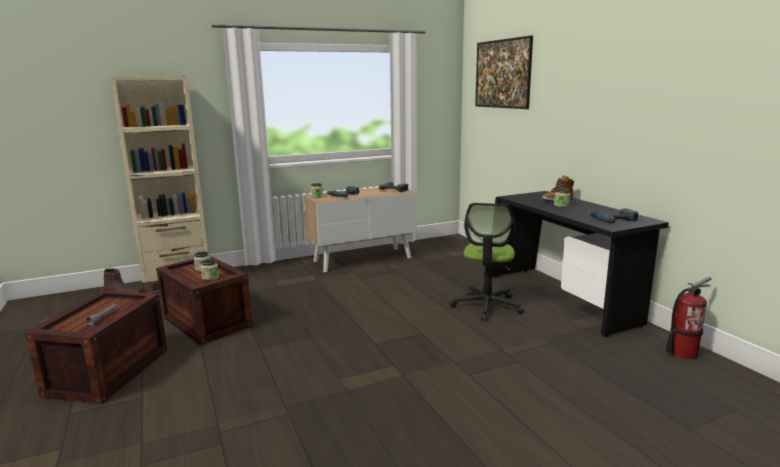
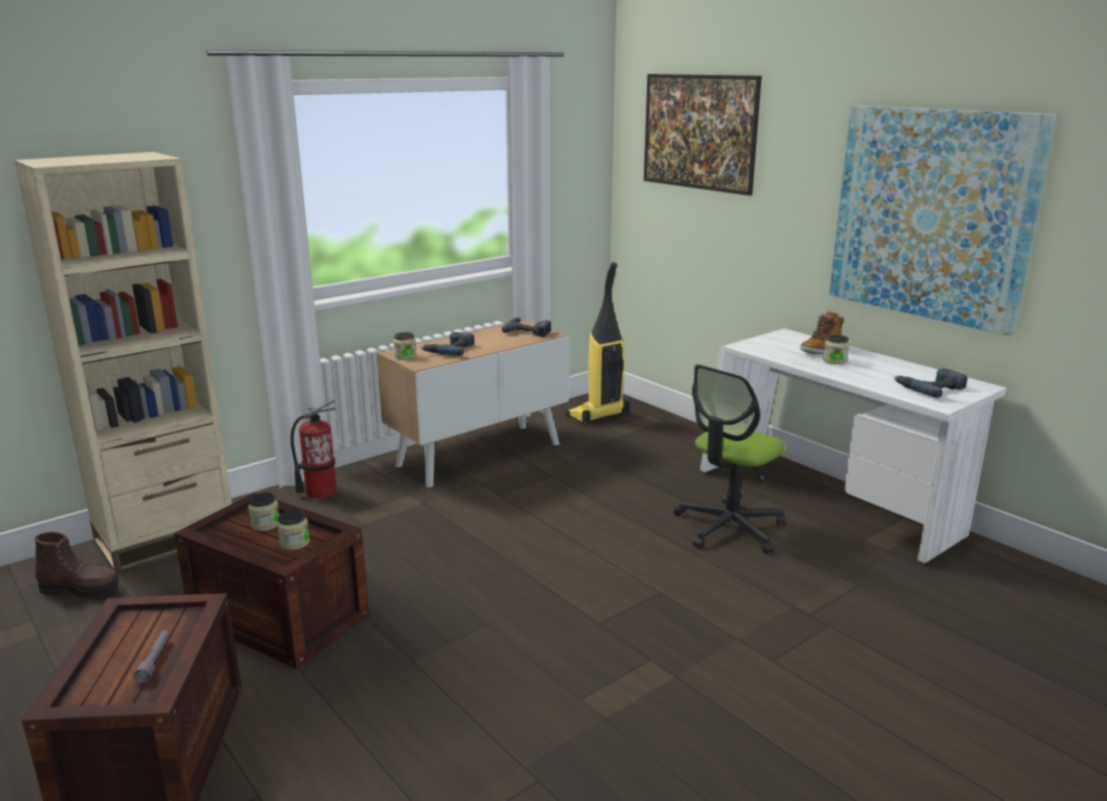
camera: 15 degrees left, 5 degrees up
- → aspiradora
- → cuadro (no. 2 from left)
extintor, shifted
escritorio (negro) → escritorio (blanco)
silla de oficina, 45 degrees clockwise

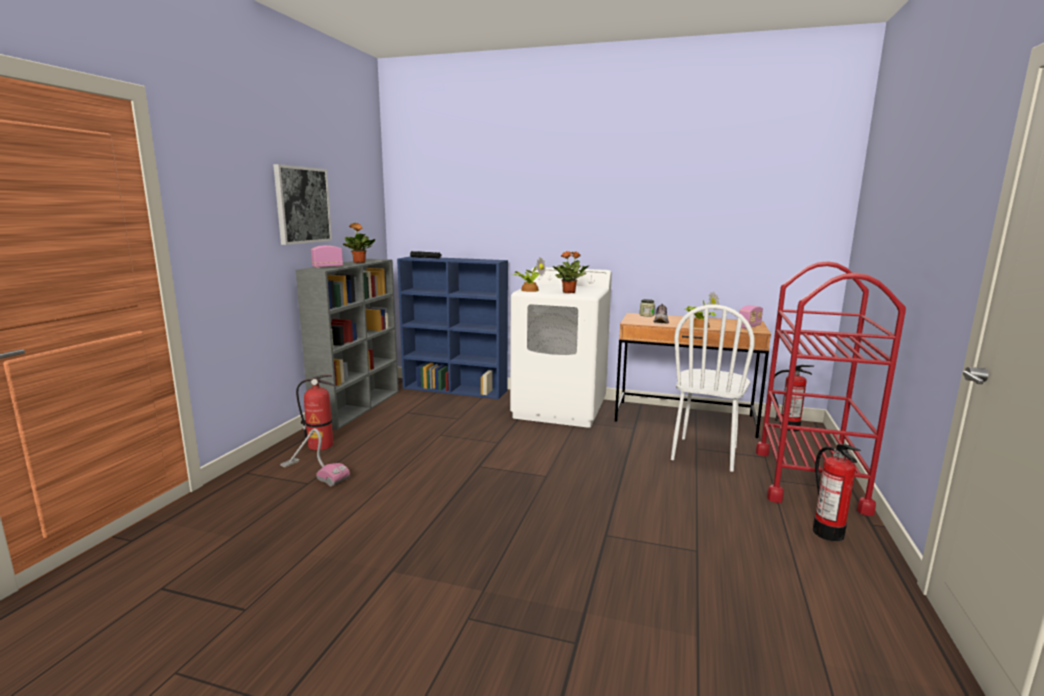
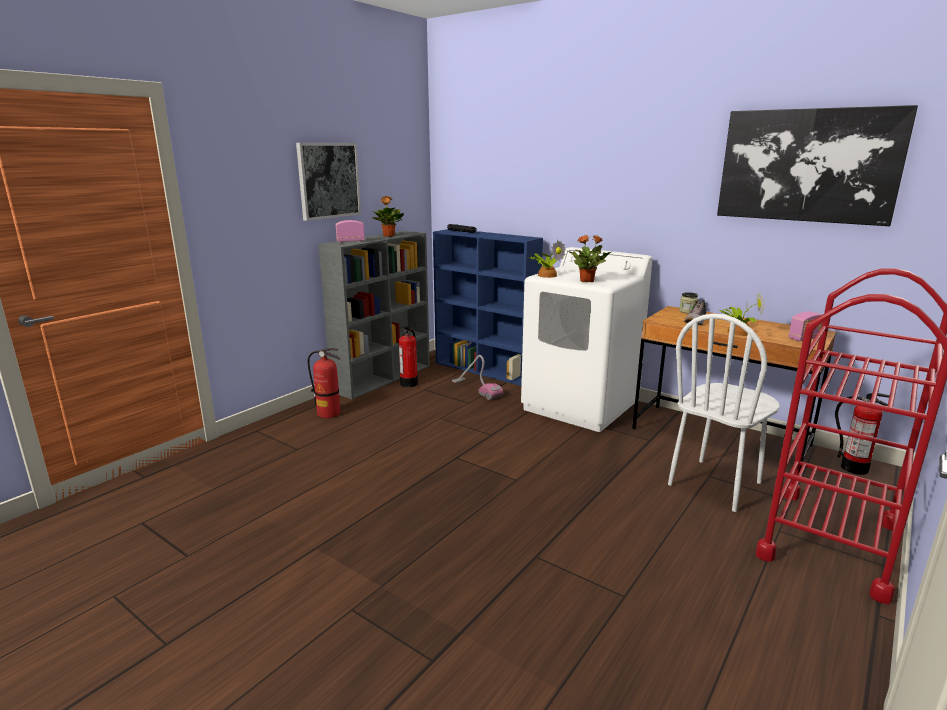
camera: 20 degrees right, 5 degrees up
- → cuadro (no. 2 from left)
aspiradora, shifted
extintor (no. 3 from left in the first image) → extintor (no. 2 from left), shifted

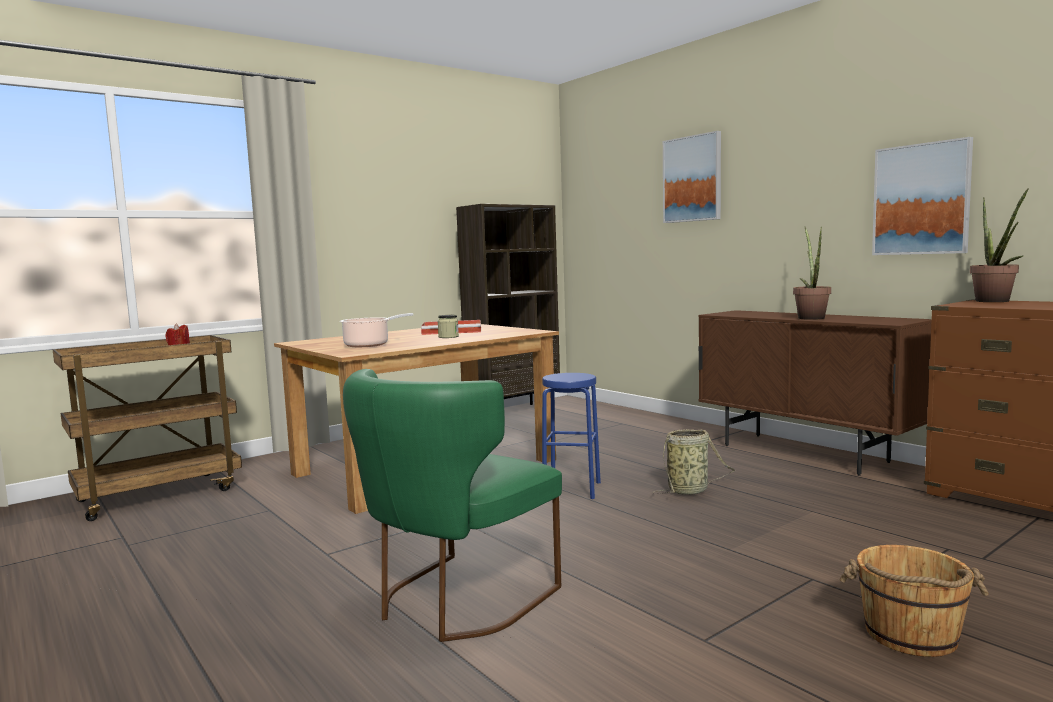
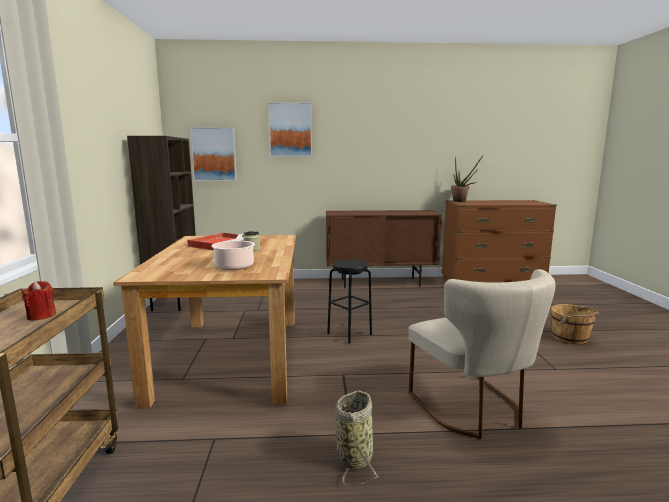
camera: 55 degrees left, 5 degrees up
planta en maceta (no. 1 from left) → -
cesta, shifted
cuadro (no. 2 from left in the first image) → cuadro (no. 1 from left), shifted
silla (verde) → silla (beis)
taburete (azul) → taburete (negro)

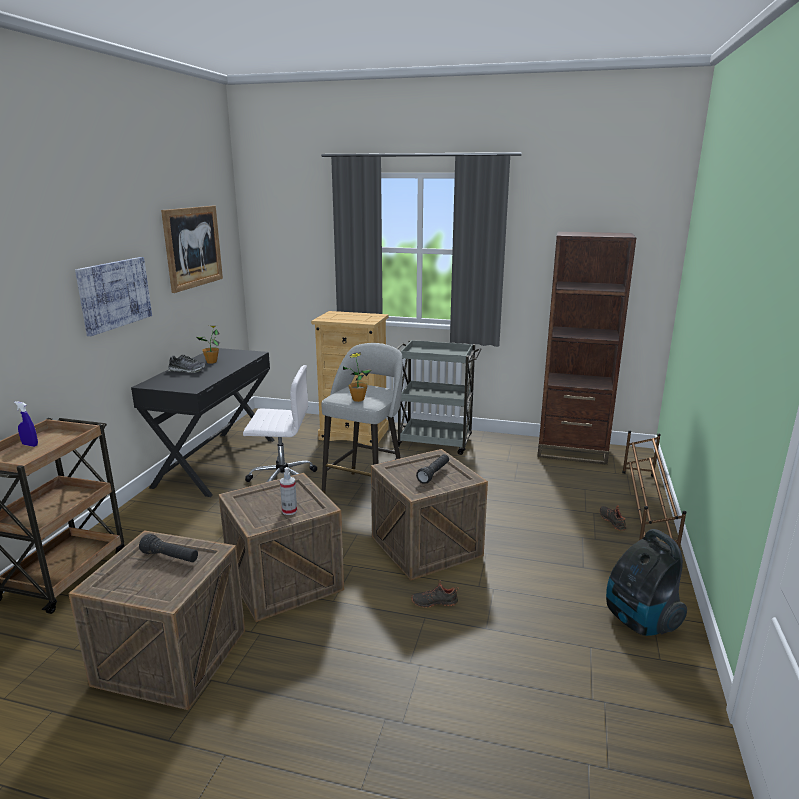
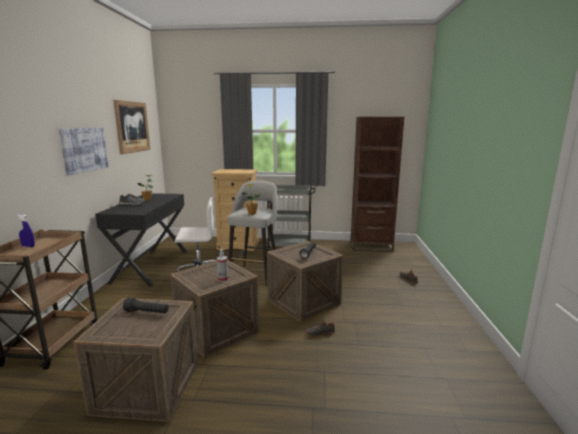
camera: 10 degrees left, 5 degrees down
aspiradora → -
zapatero (marrón) → -

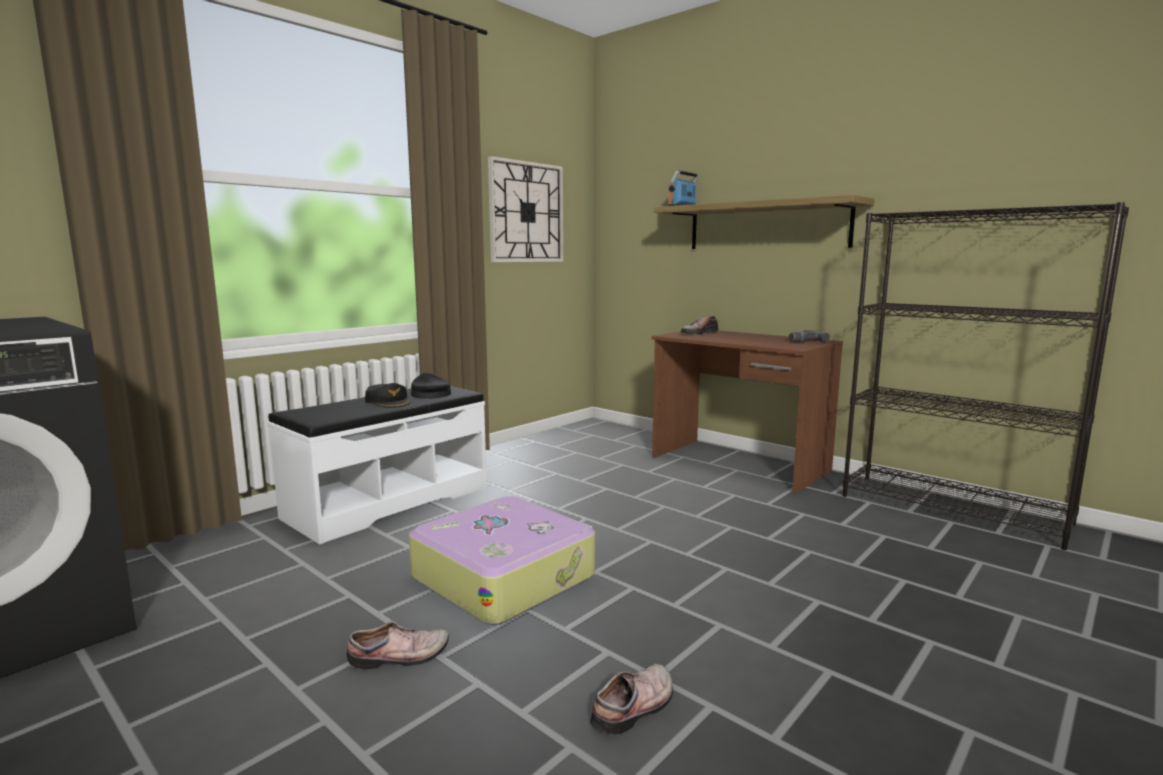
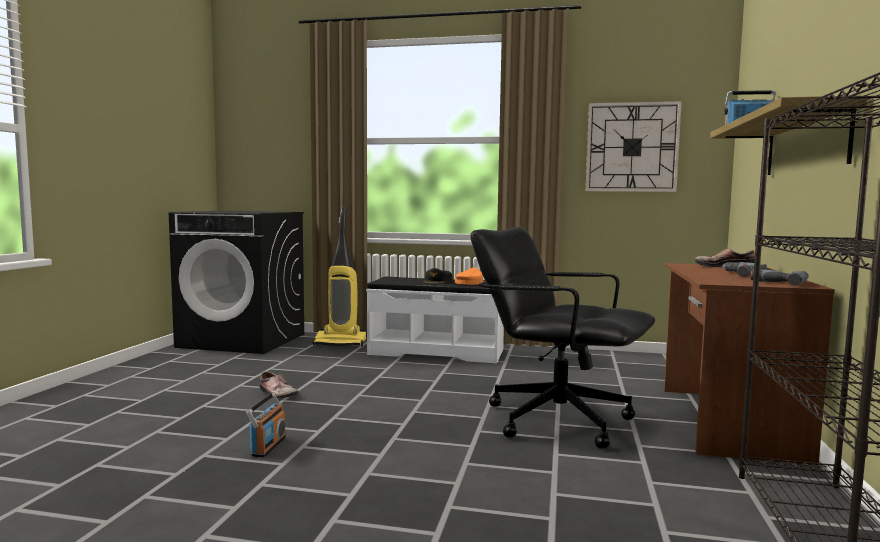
camera: 60 degrees right, 5 degrees down
maleta → -
- → aspiradora
- → silla de oficina (negro)
- → taladro (no. 1 from left)
zapato (no. 2 from left) → radio (no. 1 from left)
gorra (negro) (no. 2 from left) → gorra (naranja)

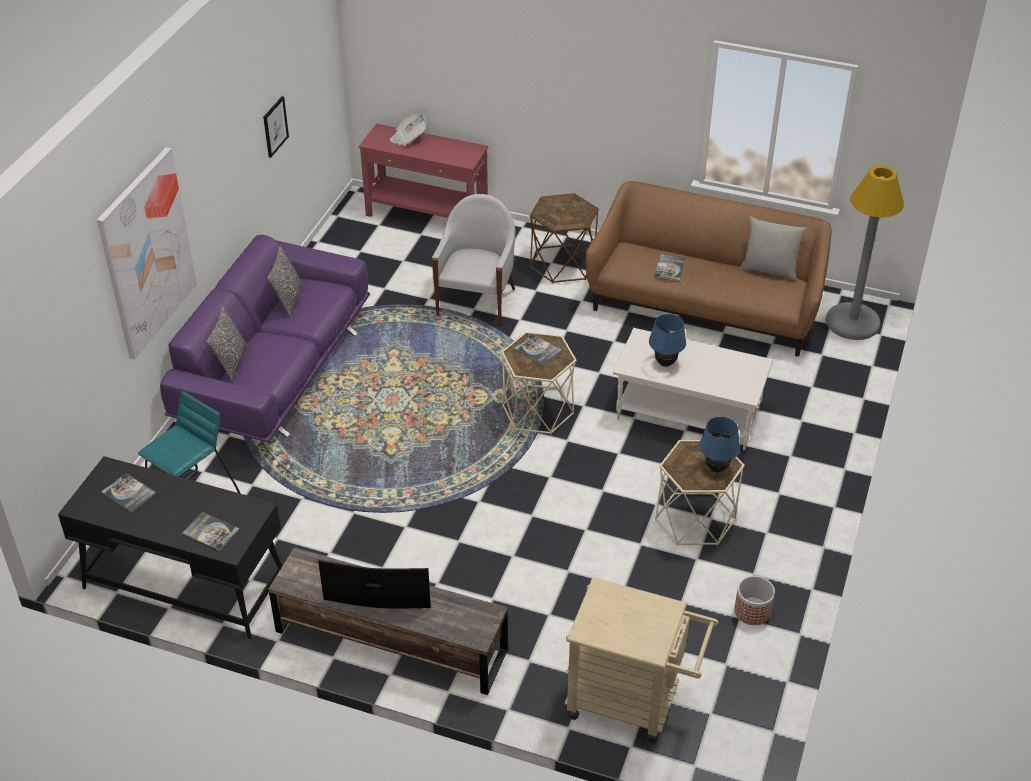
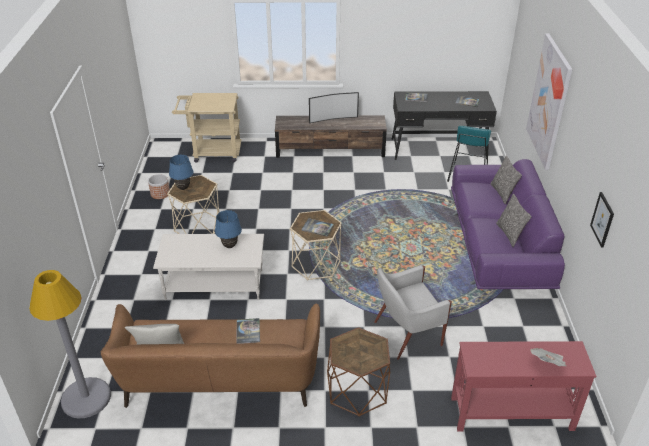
camera: 160 degrees right, 5 degrees down
sillón (blanco), 75 degrees clockwise

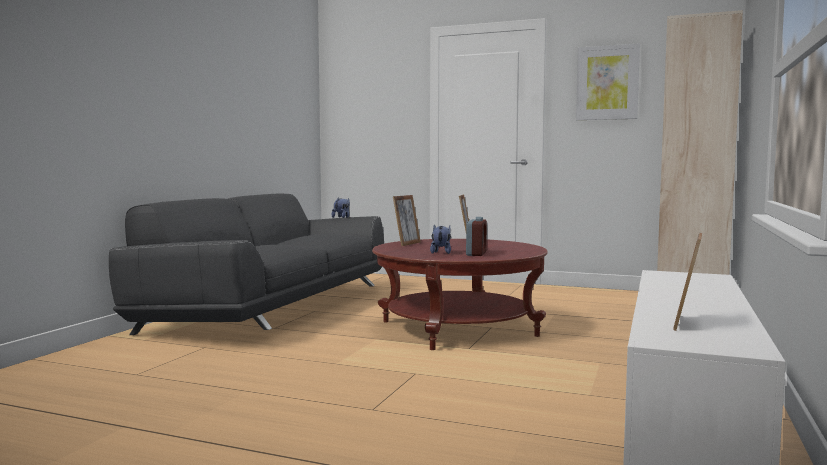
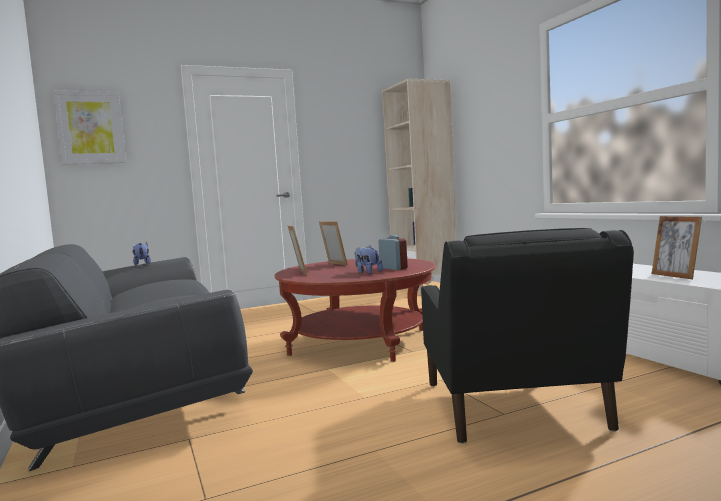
camera: 45 degrees left, 0 degrees up
- → sillón (negro)
cuadro, shifted

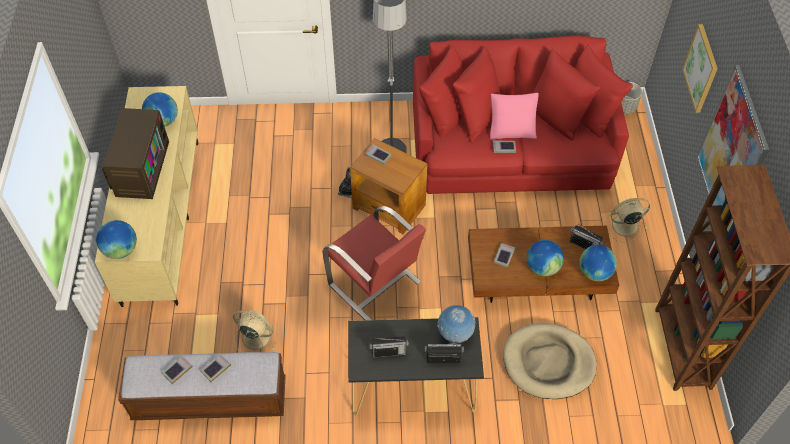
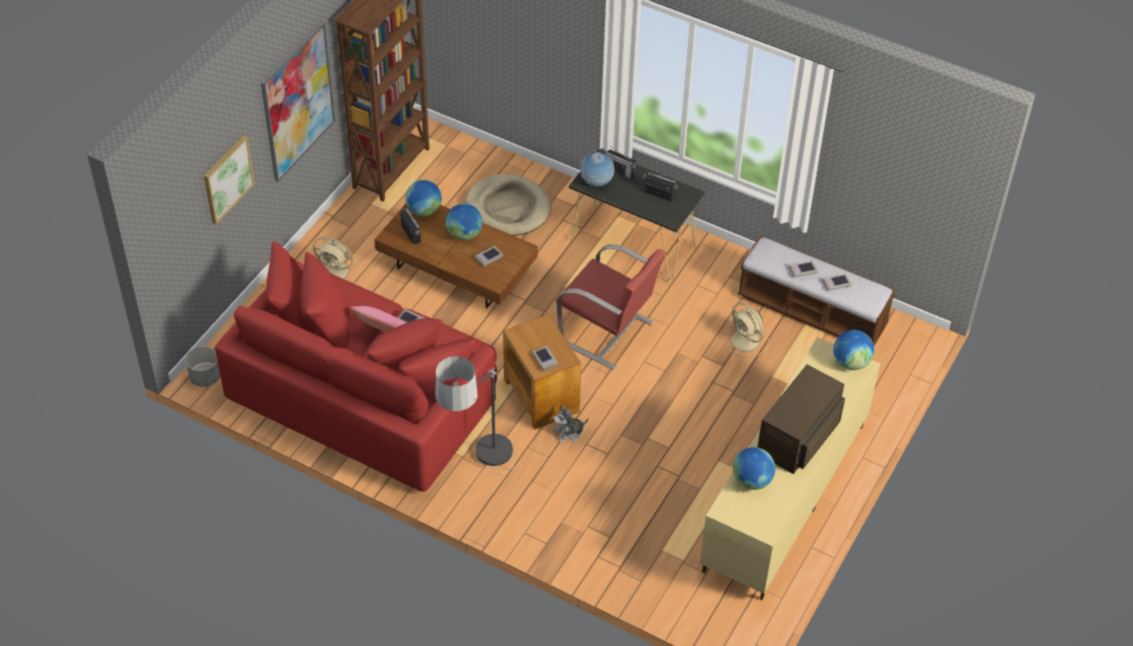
camera: 150 degrees left, 5 degrees down
sillón (rojo), 135 degrees clockwise

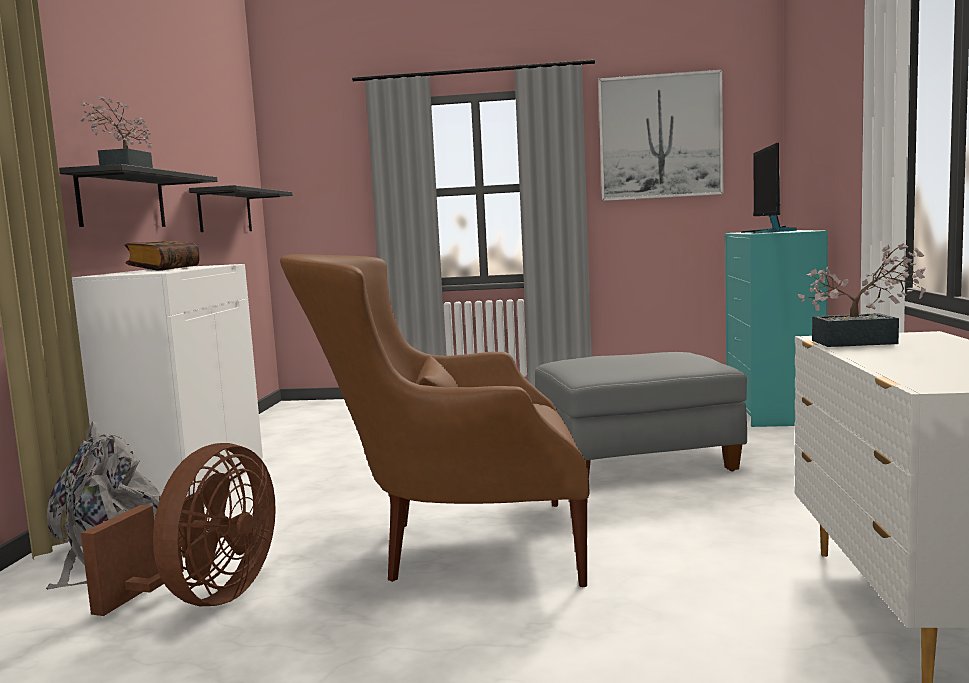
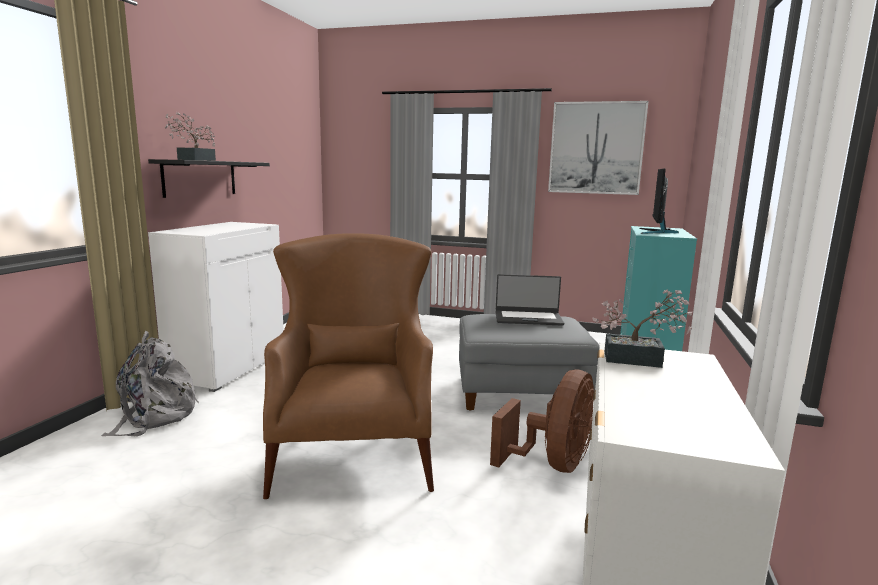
camera: 10 degrees right, 5 degrees up
libro → -
estante (negro) (no. 2 from left) → -
- → portátil
ventilador (marrón), shifted
sillón (marrón), 75 degrees clockwise

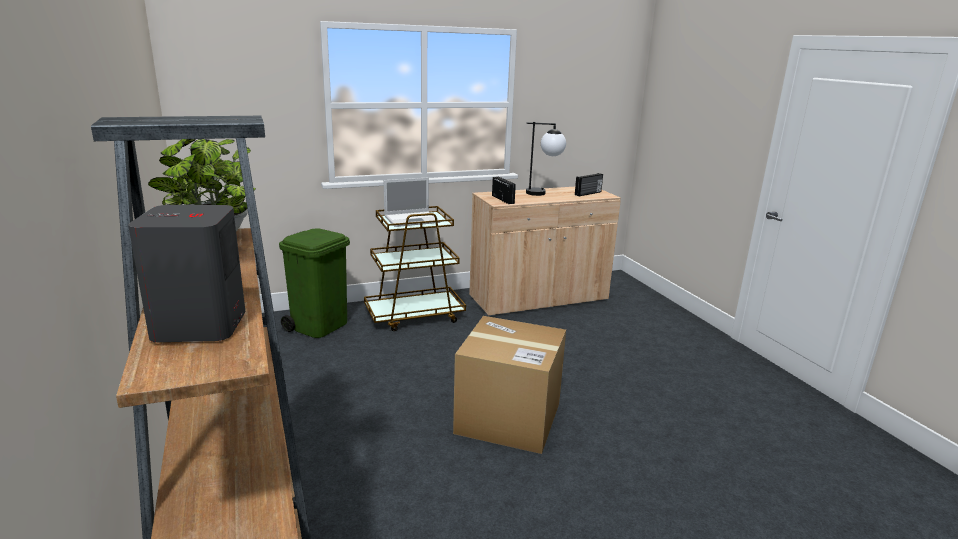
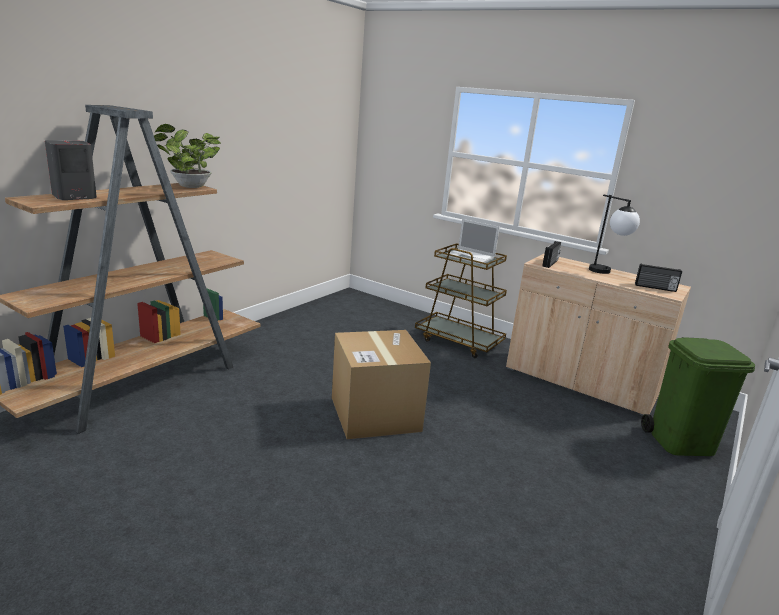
camera: 55 degrees right, 0 degrees up
papelera (verde), shifted

